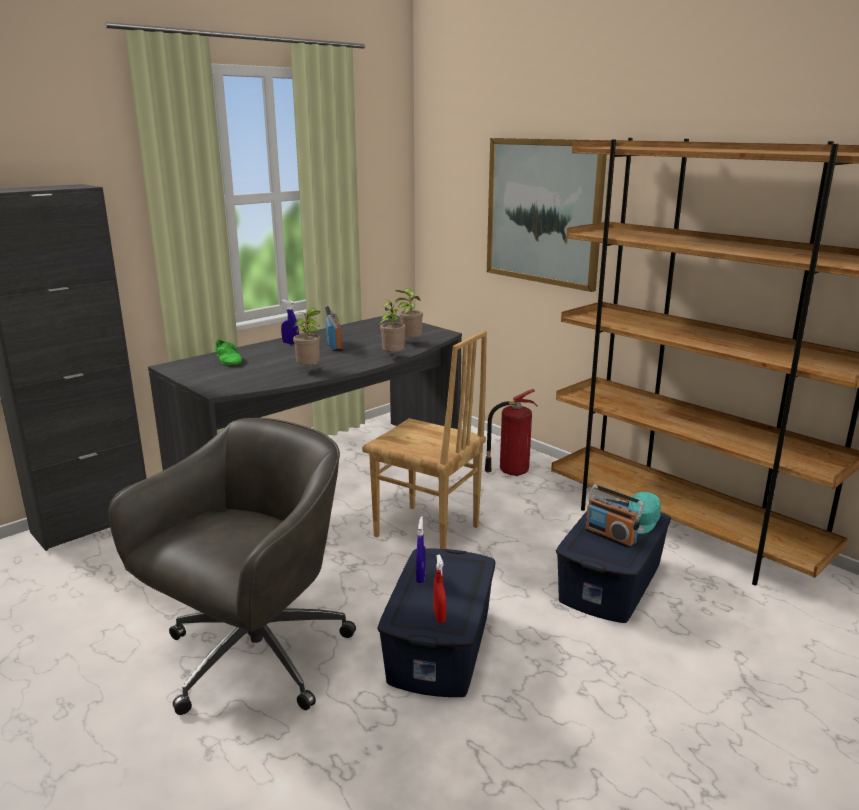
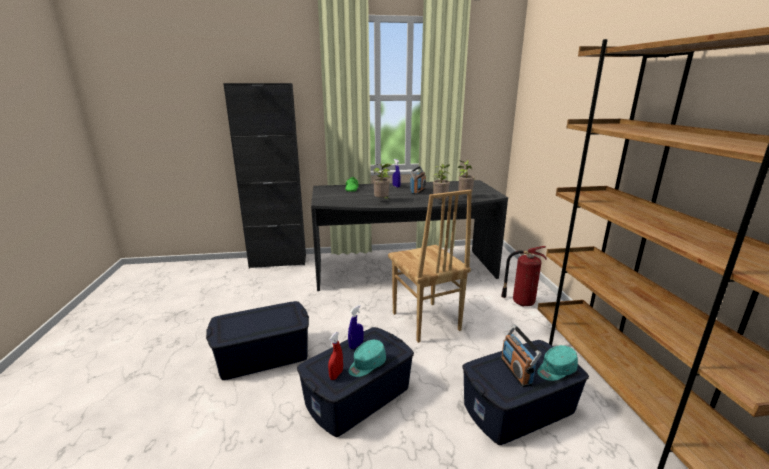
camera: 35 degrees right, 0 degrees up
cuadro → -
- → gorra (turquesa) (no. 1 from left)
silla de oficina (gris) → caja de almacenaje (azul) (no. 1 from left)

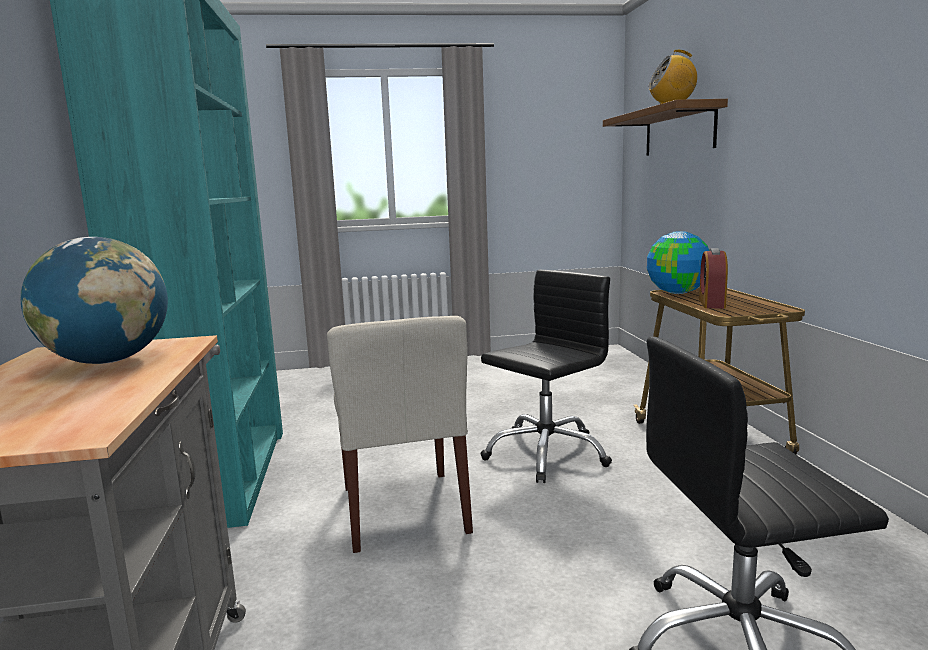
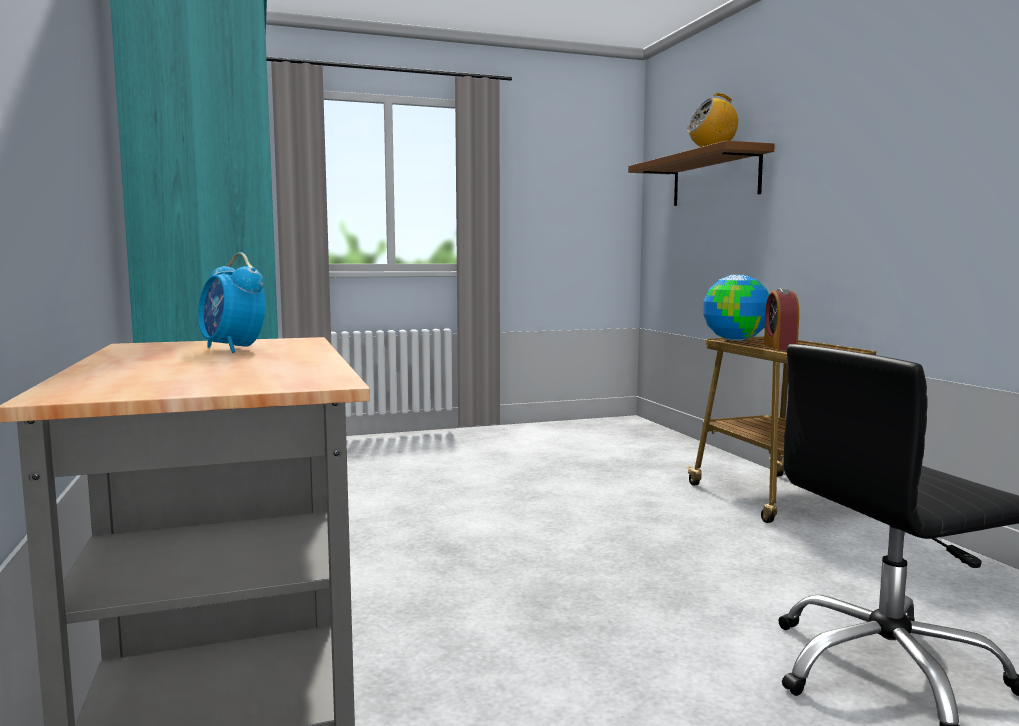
camera: 10 degrees left, 5 degrees down
silla (beis) → -
silla de oficina (negro) (no. 1 from left) → -
globo terráqueo (no. 1 from left) → despertador (no. 1 from left)

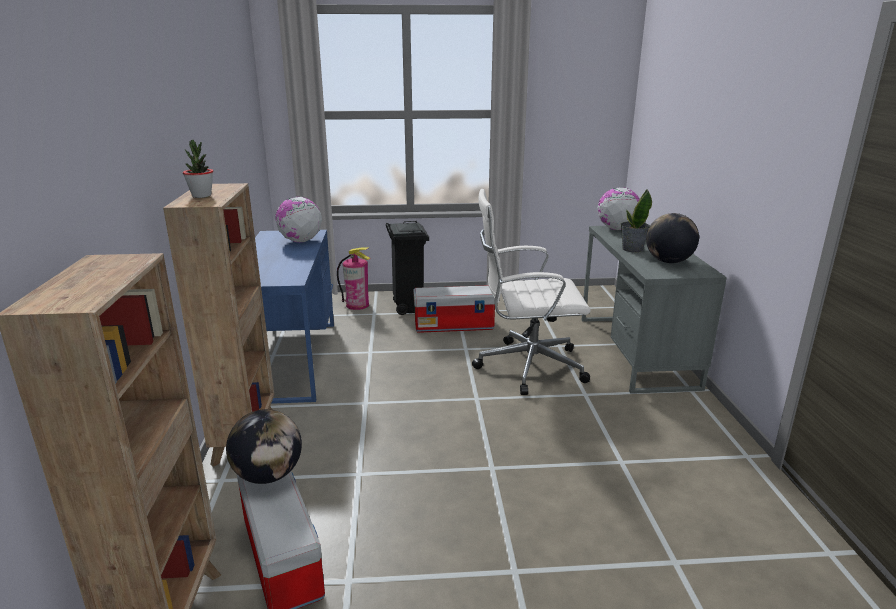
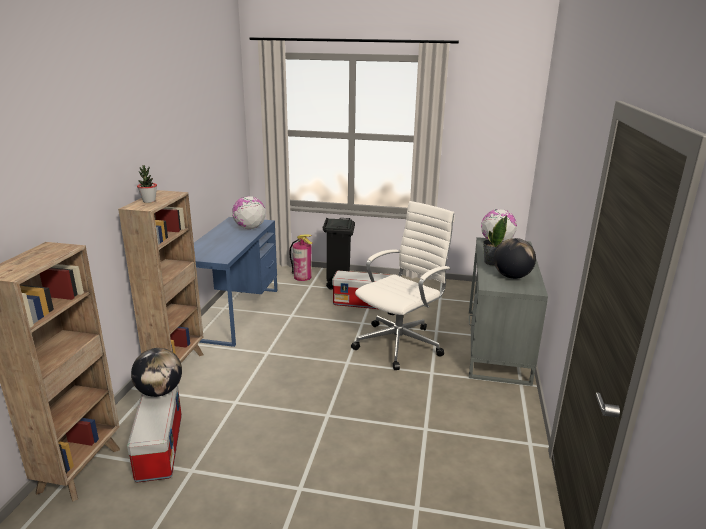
camera: 15 degrees right, 0 degrees up
silla de oficina (blanco), 120 degrees clockwise

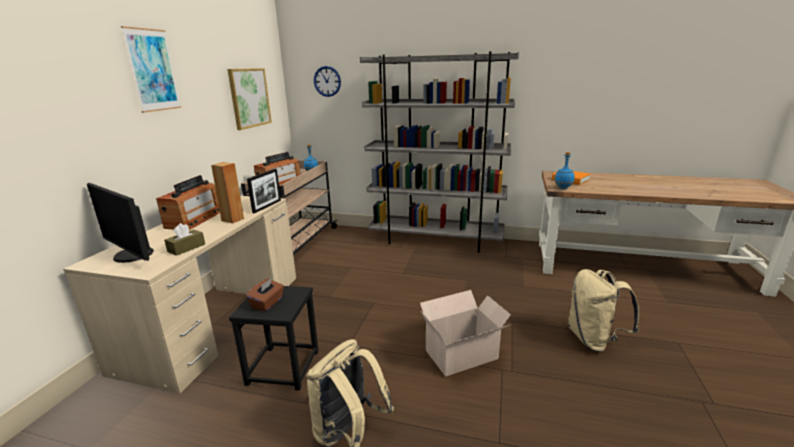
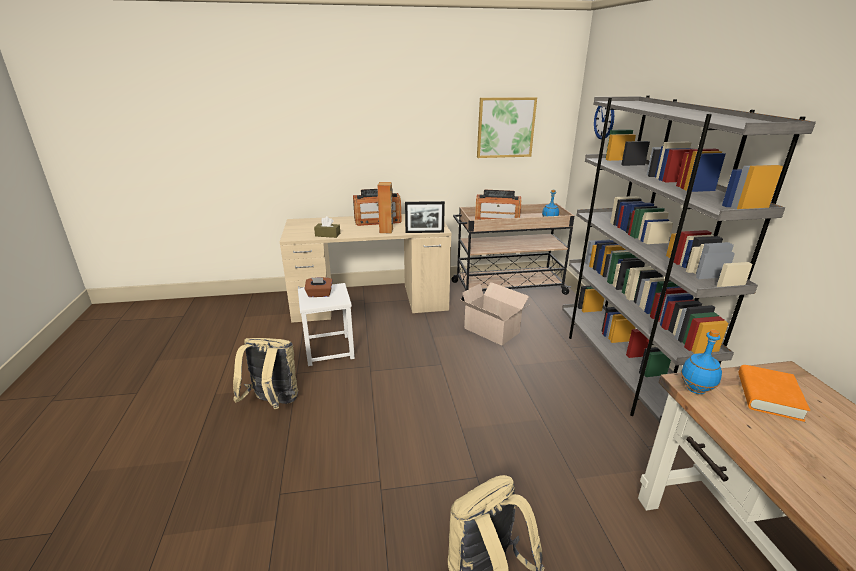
camera: 65 degrees right, 5 degrees up
monitor → -
cuadro (no. 1 from left) → -
caja de cartón, shifted
taburete (negro) → taburete (blanco)

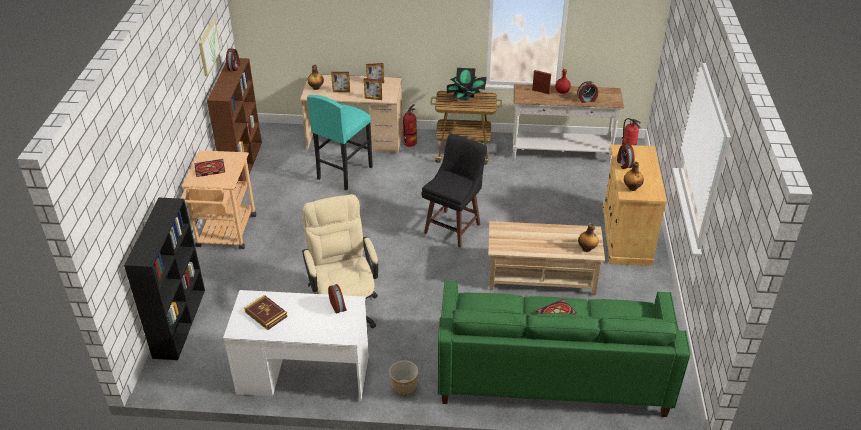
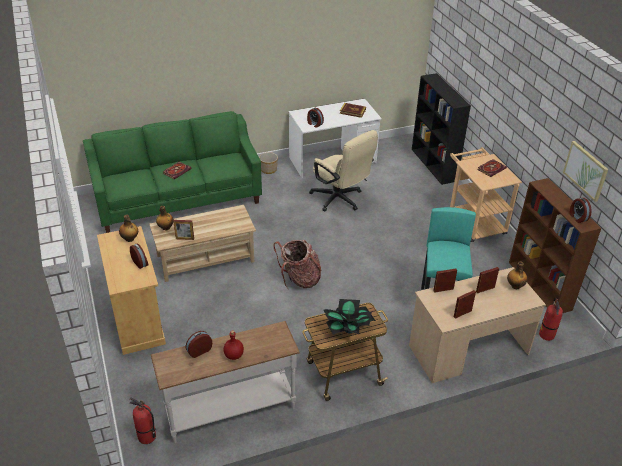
camera: 155 degrees right, 0 degrees up
extintor (no. 1 from left in the first image) → extintor (no. 2 from left), shifted
portarretratos (no. 4 from left in the first image) → portarretratos (no. 1 from left), shifted
taburete (negro) → mochila

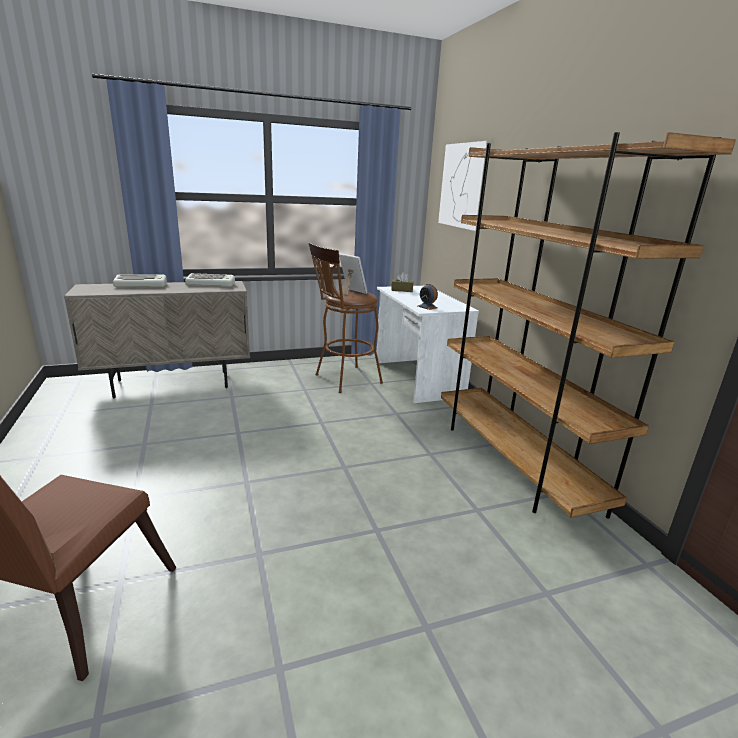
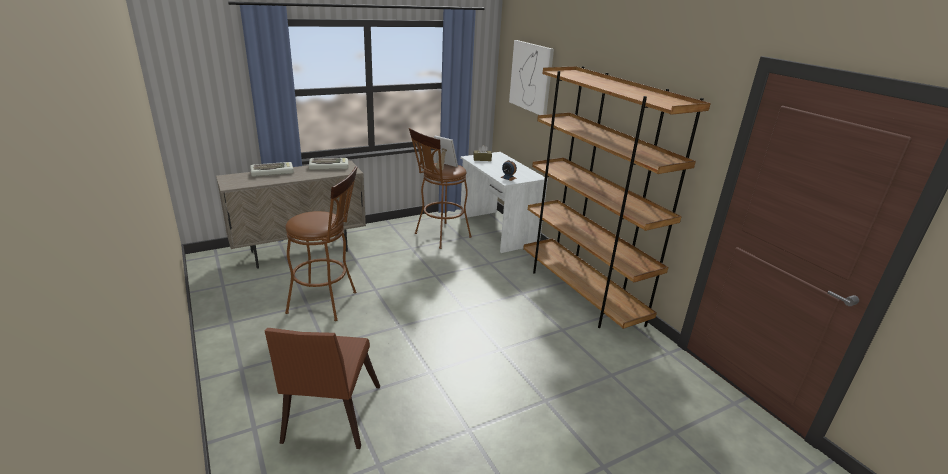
camera: 10 degrees left, 5 degrees up
- → taburete (marrón) (no. 1 from left)

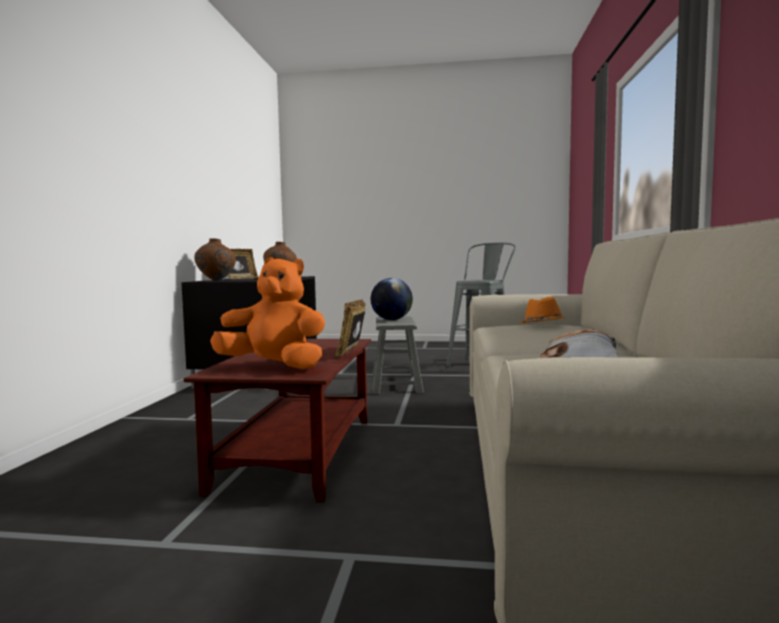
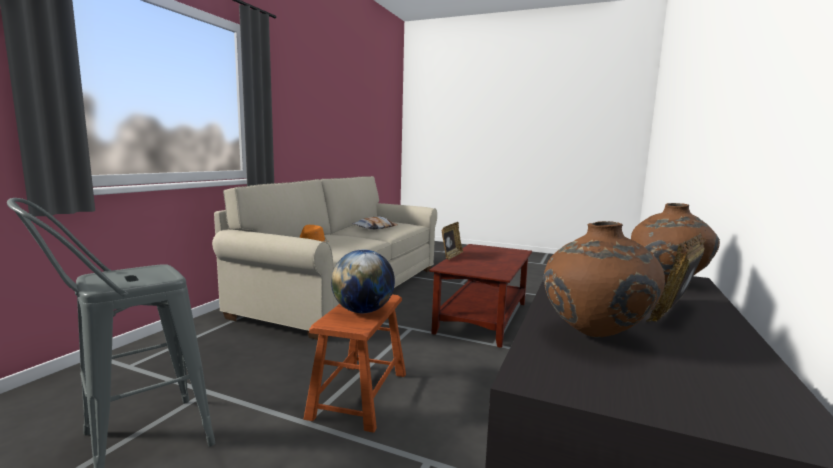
camera: 165 degrees left, 5 degrees up
peluche (naranja) → -
taburete (gris) (no. 1 from left) → taburete (marrón)

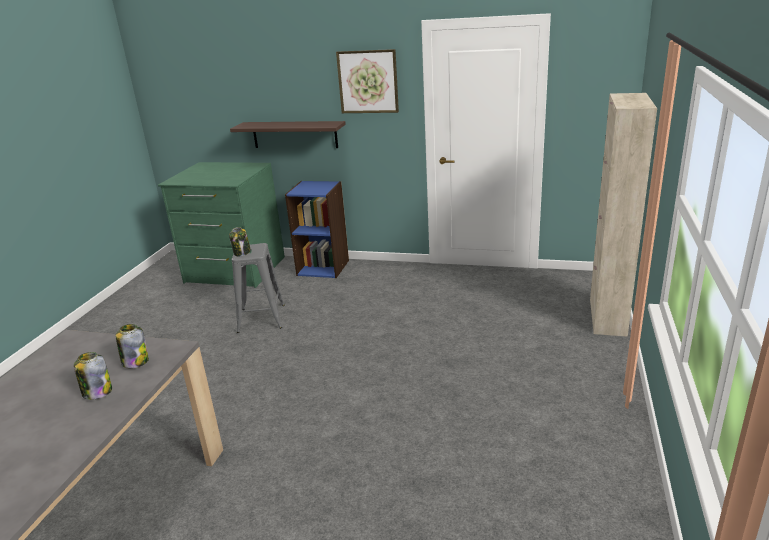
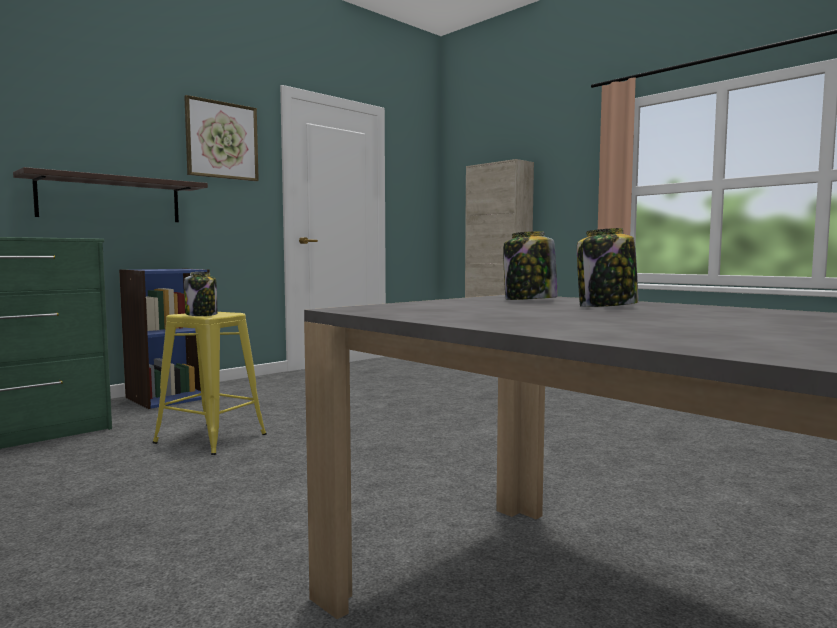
camera: 60 degrees left, 20 degrees down
taburete (gris) → taburete (amarillo)

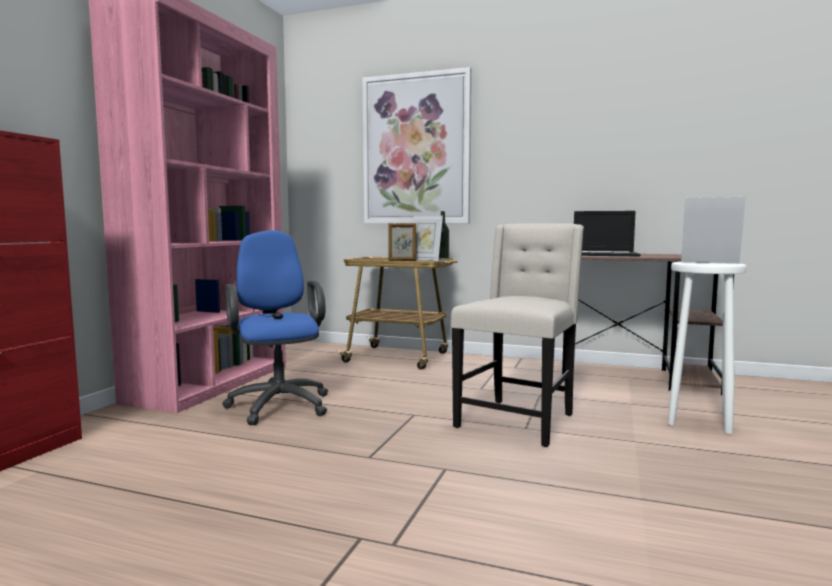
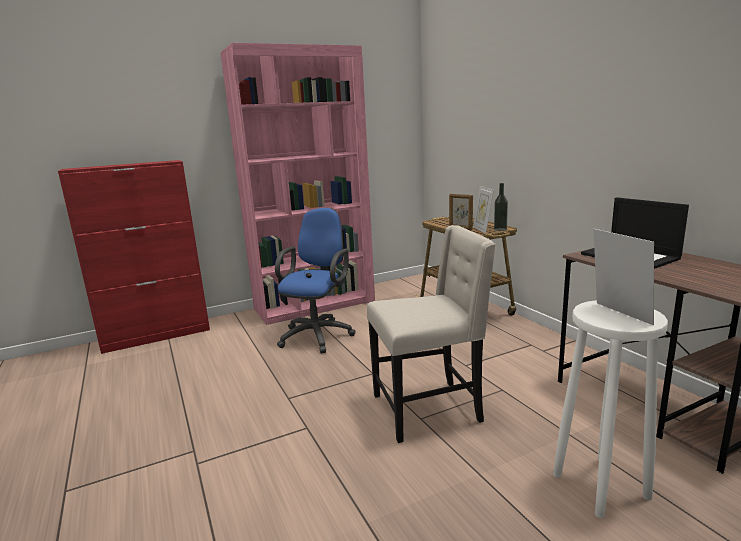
camera: 45 degrees right, 10 degrees up
cuadro → -

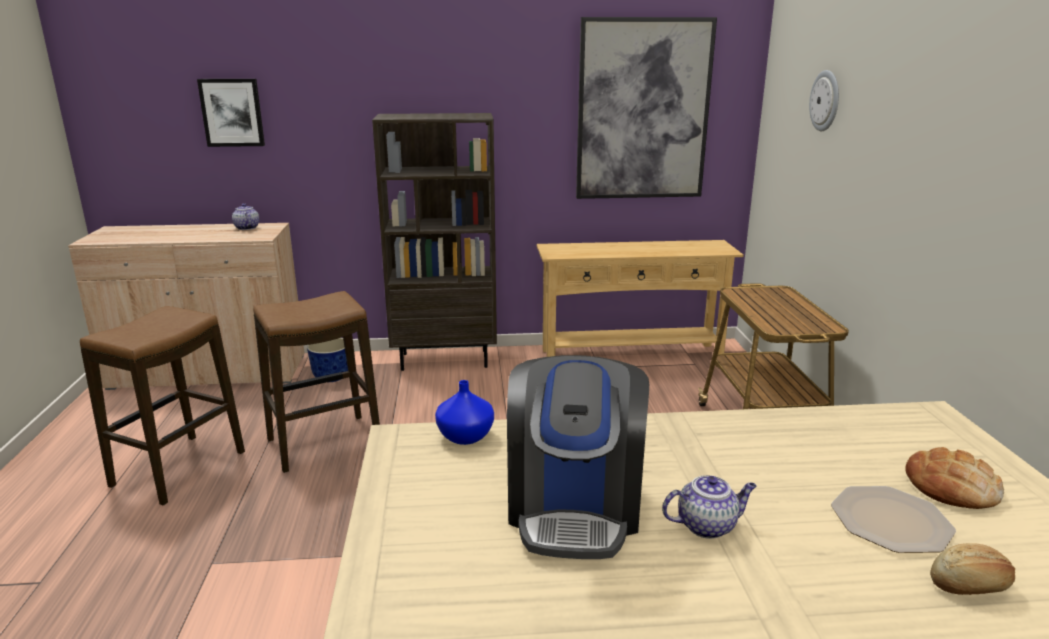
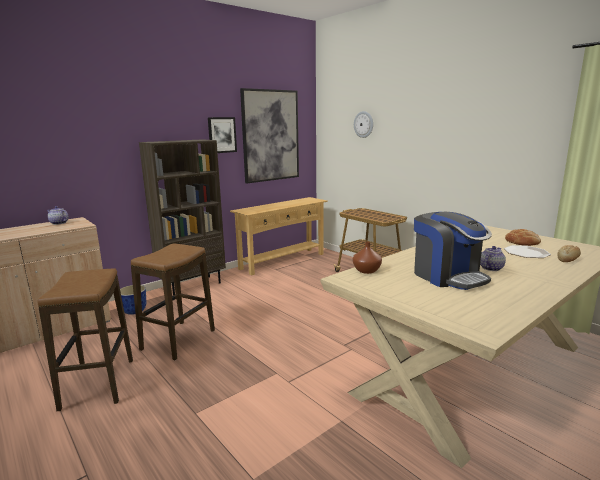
camera: 35 degrees left, 5 degrees down
cuadro (no. 1 from left), shifted
florero (azul) → florero (marrón)

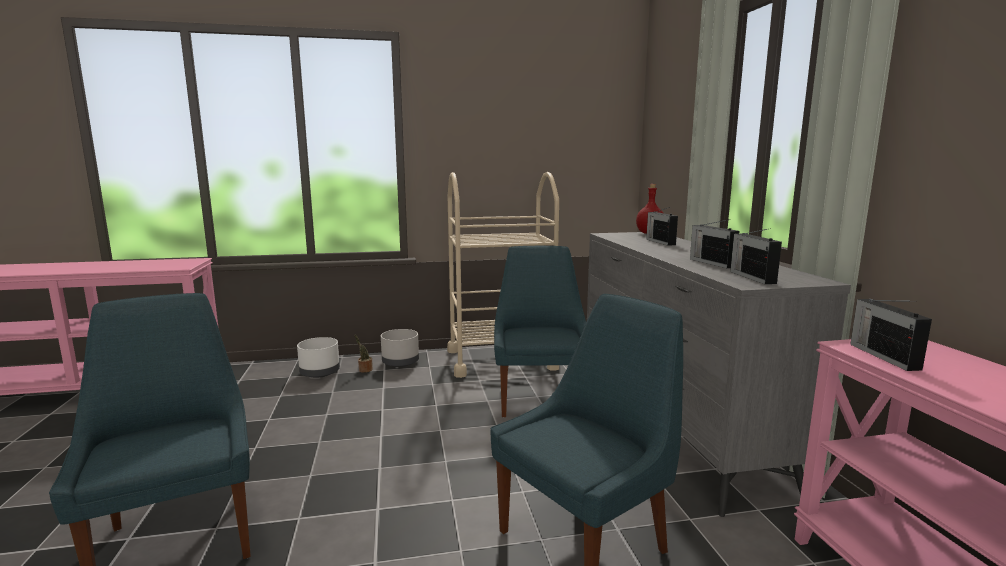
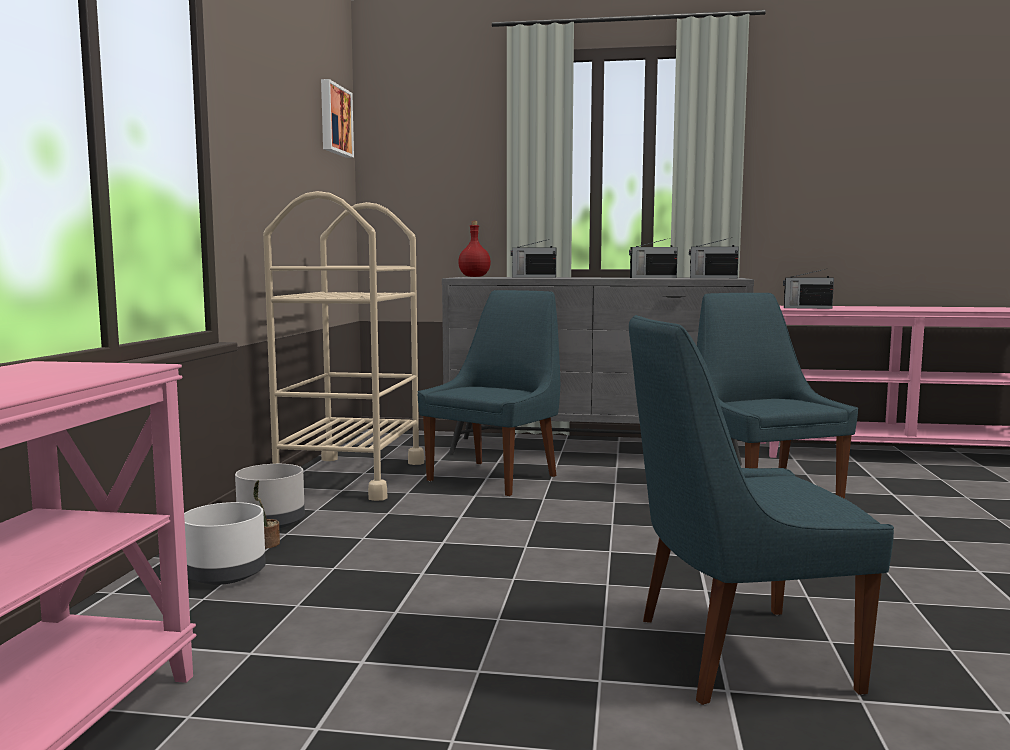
camera: 70 degrees left, 5 degrees down
- → cuadro
silla (azul) (no. 2 from left in the first image) → silla (azul) (no. 1 from left), 105 degrees clockwise

